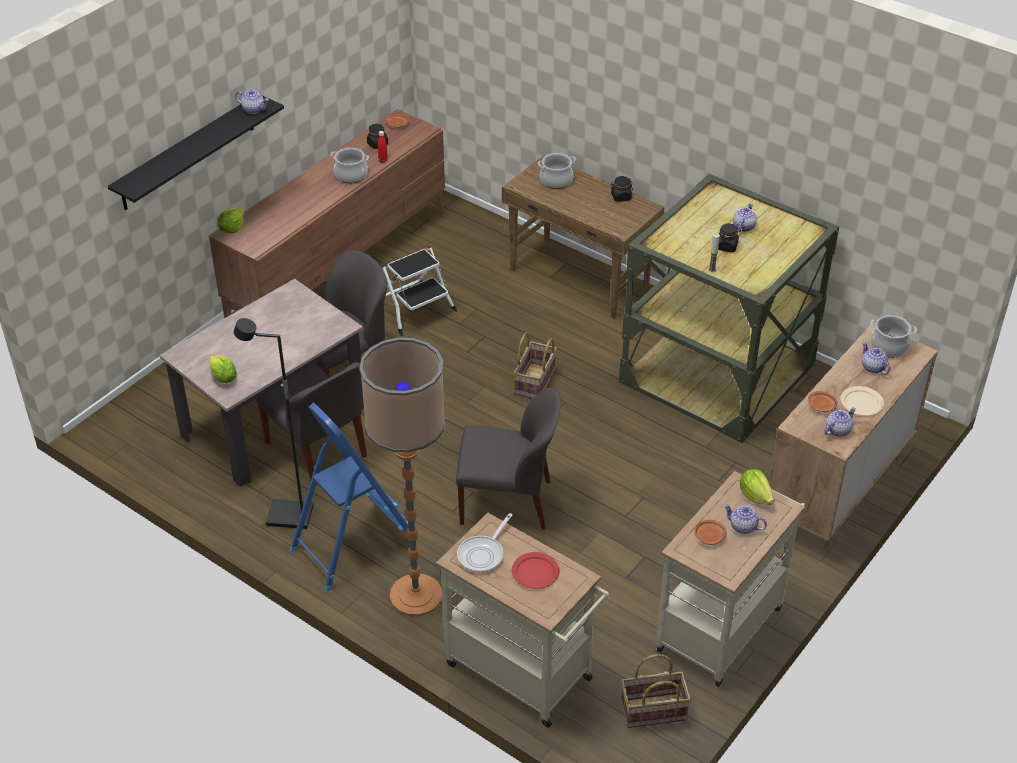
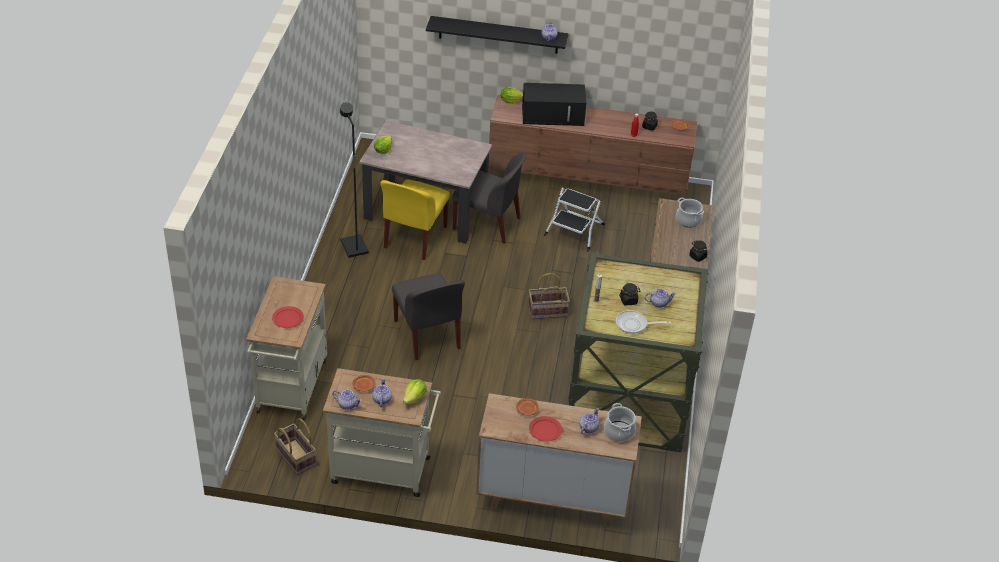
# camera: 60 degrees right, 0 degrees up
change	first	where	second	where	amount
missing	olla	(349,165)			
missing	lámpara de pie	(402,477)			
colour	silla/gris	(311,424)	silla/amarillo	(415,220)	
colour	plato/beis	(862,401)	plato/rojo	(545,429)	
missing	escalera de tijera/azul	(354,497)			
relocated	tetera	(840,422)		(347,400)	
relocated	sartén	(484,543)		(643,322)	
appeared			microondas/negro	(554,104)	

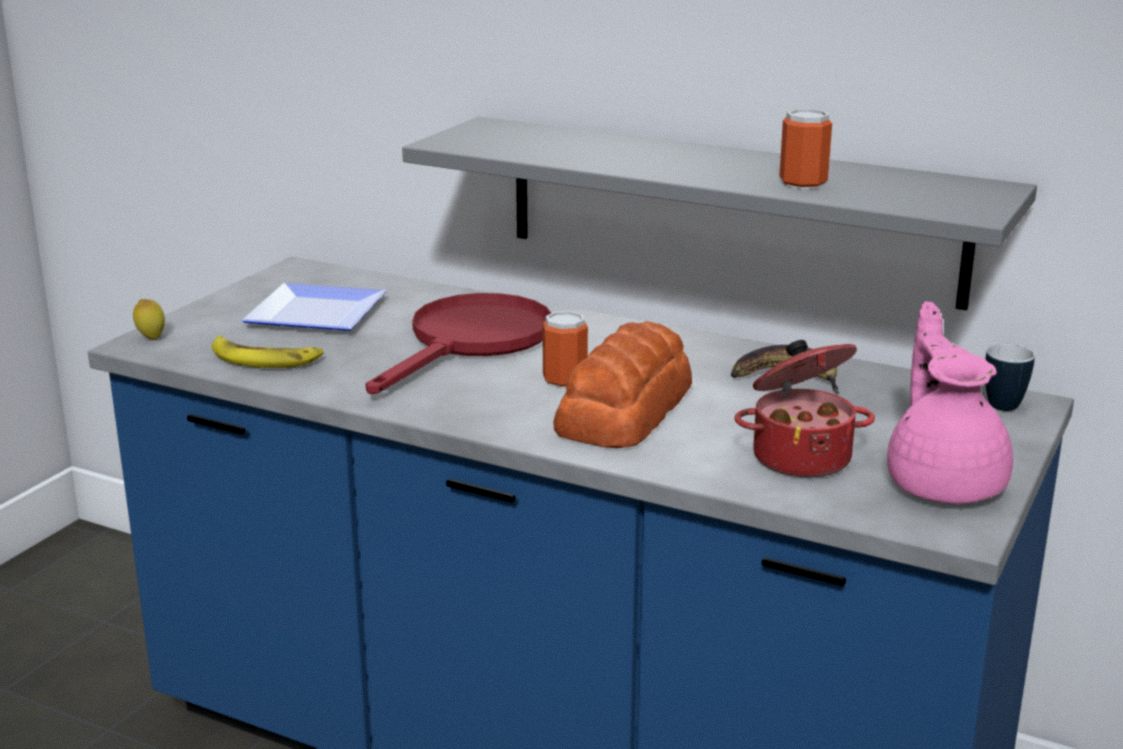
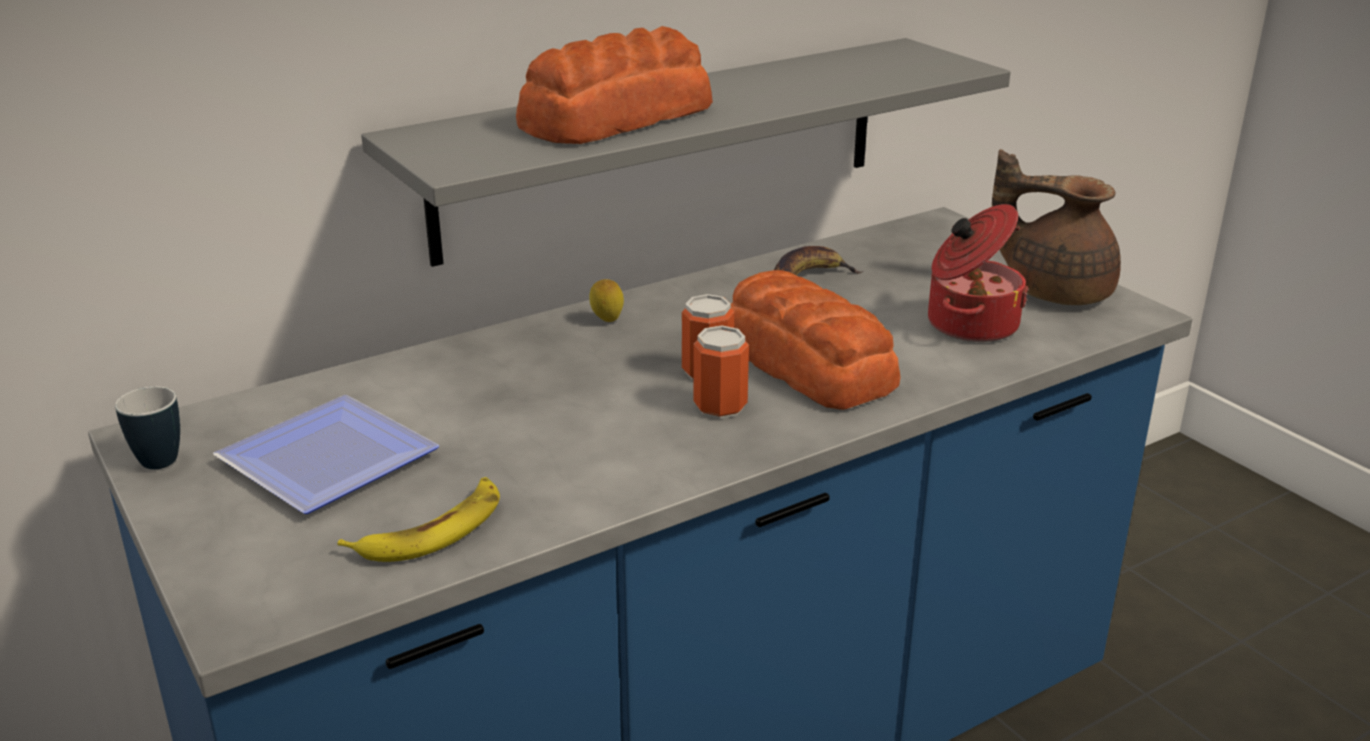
# camera: 60 degrees left, 5 degrees up
change	first	where	second	where	amount
relocated	lata	(805,149)		(721,372)	
missing	sartén/rojo	(458,343)			
relocated	limón	(149,319)		(606,300)	
colour	tetera/rosa	(950,402)	tetera/marrón	(1056,227)	
relocated	taza grande	(1010,377)		(147,427)	
appeared			pan	(614,85)	

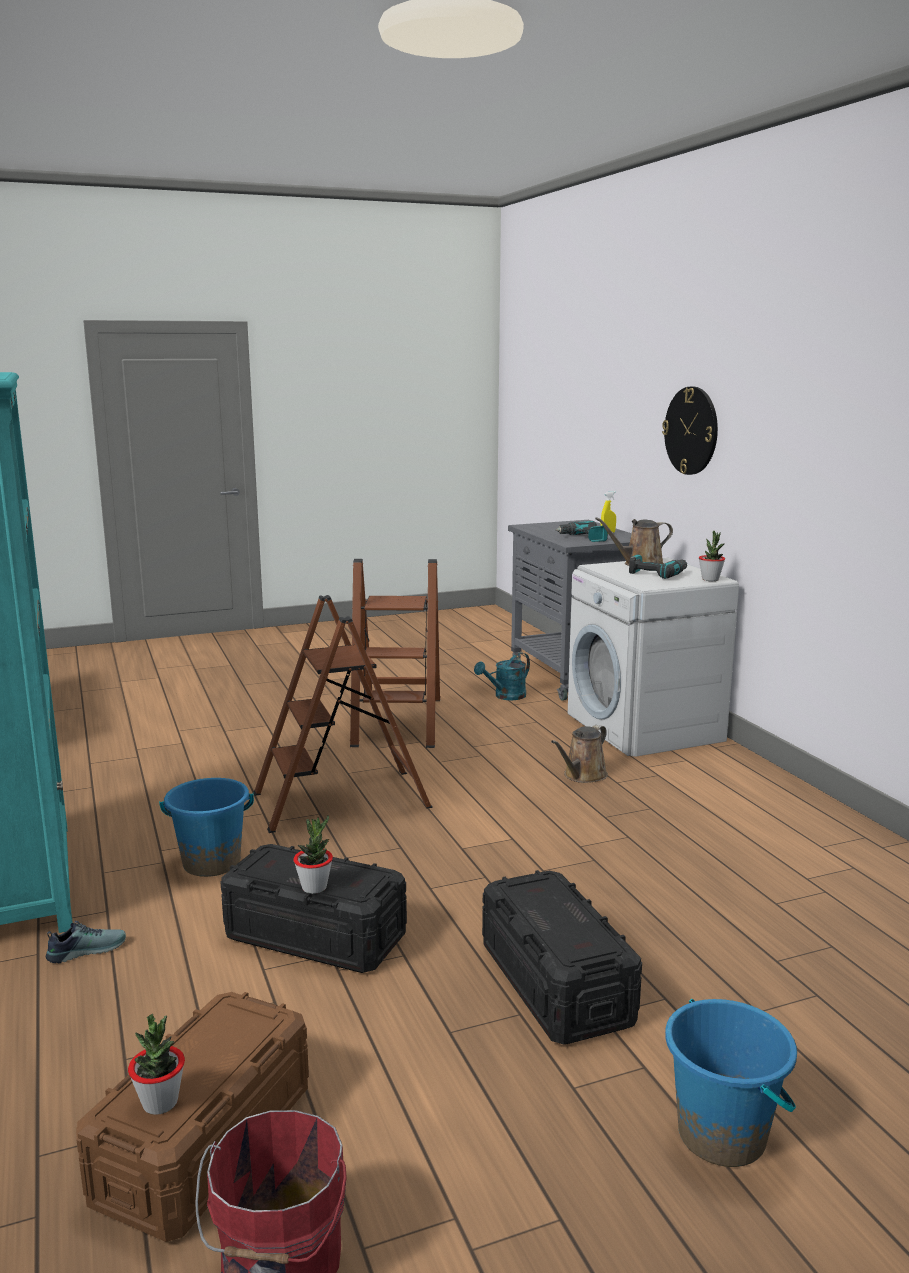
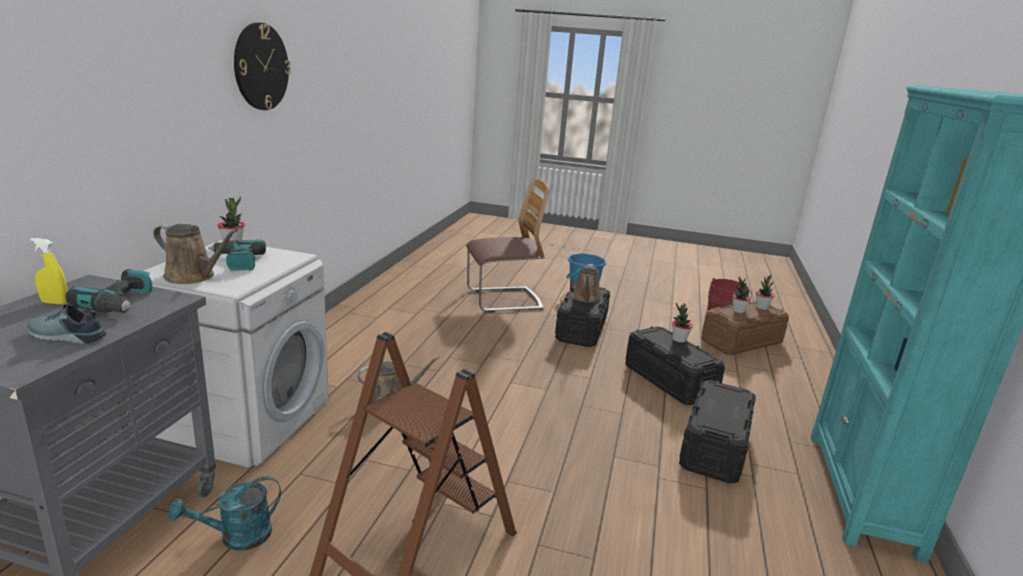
# camera: 145 degrees left, 5 degrees up
change	first	where	second	where	amount
relocated	reloj de pared	(690,431)		(262,66)	
missing	escalera de tijera/marrón	(343,714)			
spun	regadera/turquesa	(502,676)		(224,513)	150 degrees clockwise
exchanged	cubo/azul	(206,827)	caja de almacenaje/negro	(717,431)	
relocated	zapato	(86,942)		(67,323)	
appeared			silla	(508,245)	
appeared			regadera/marrón	(586,283)	
appeared			planta en maceta	(741,294)	

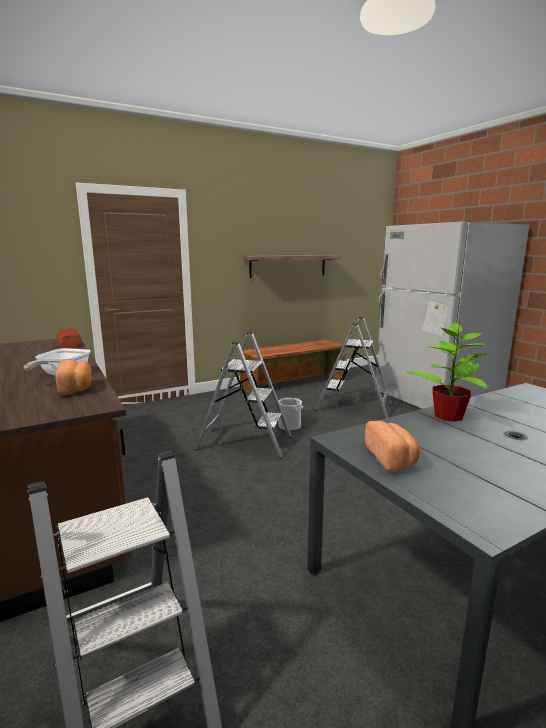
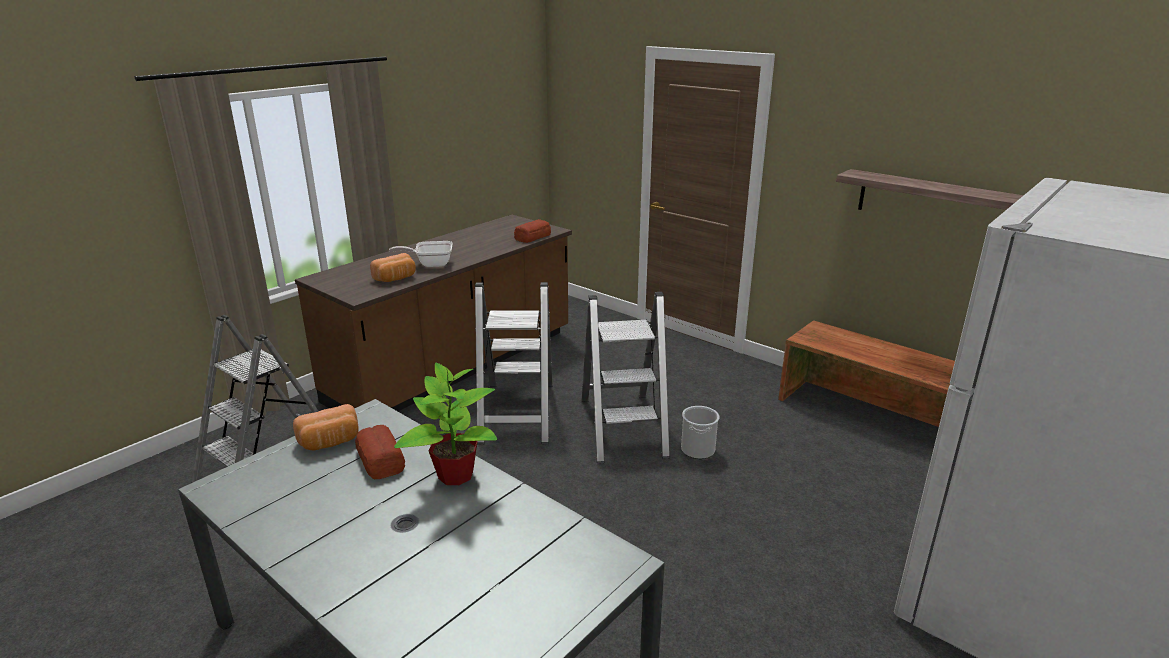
# camera: 70 degrees right, 10 degrees up
change	first	where	second	where	amount
relocated	escalera de tijera/gris	(353,367)		(514,363)	
appeared			pan	(380,452)	

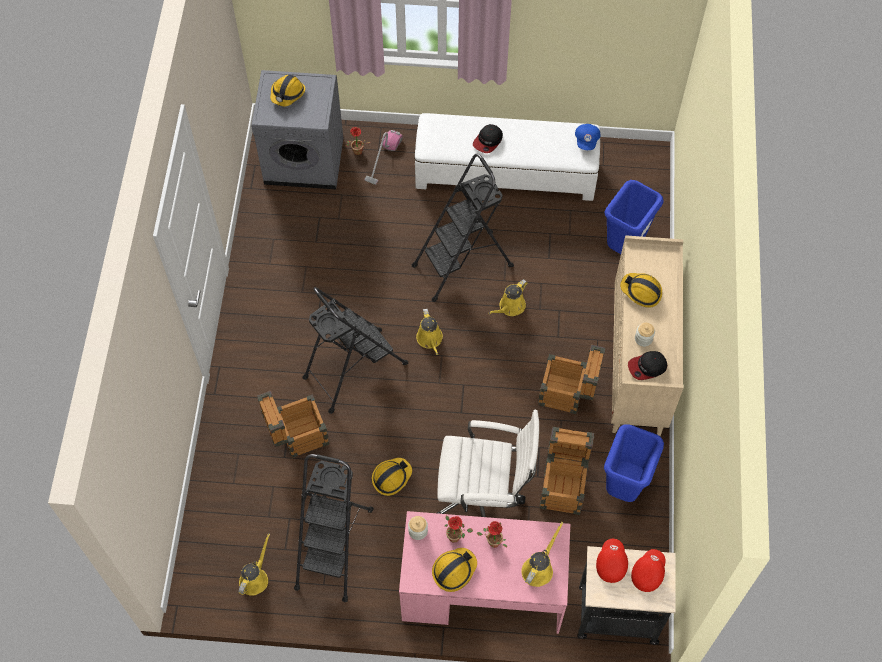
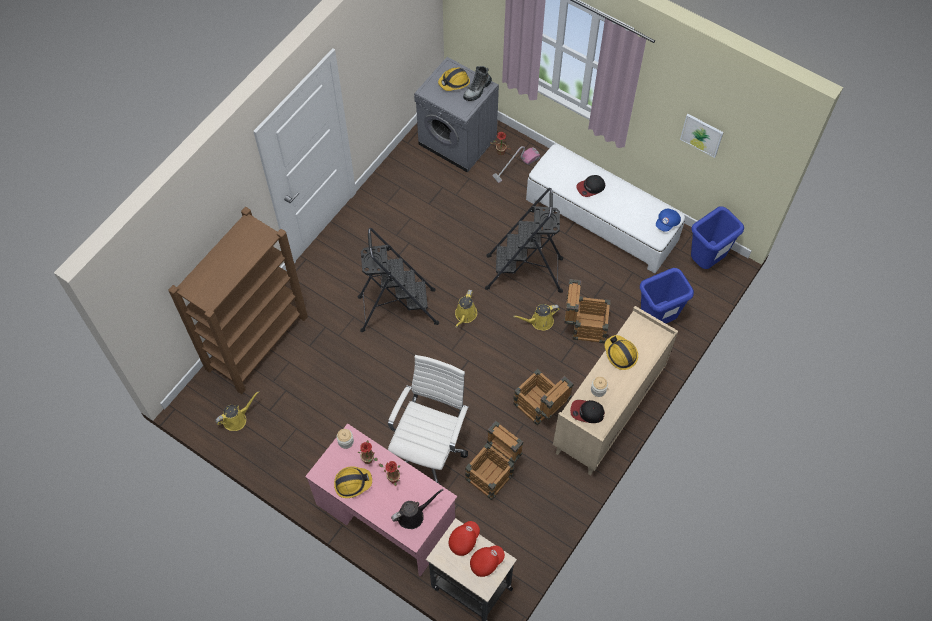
# camera: 30 degrees right, 0 degrees up
change	first	where	second	where	amount
relocated	caja de embalaje	(293,424)		(587,311)	
spun	silla de oficina/blanco	(488,463)		(428,420)	105 degrees counterclockwise
relocated	papelera/azul	(634,463)		(717,237)	
missing	escalera de tijera	(334,528)			
missing	casco	(392,477)			
colour	regadera/amarillo	(542,554)	regadera/negro	(417,509)	
appeared			bota	(477,83)	
appeared			cuadro	(702,136)	
appeared			estantería/marrón	(238,300)	

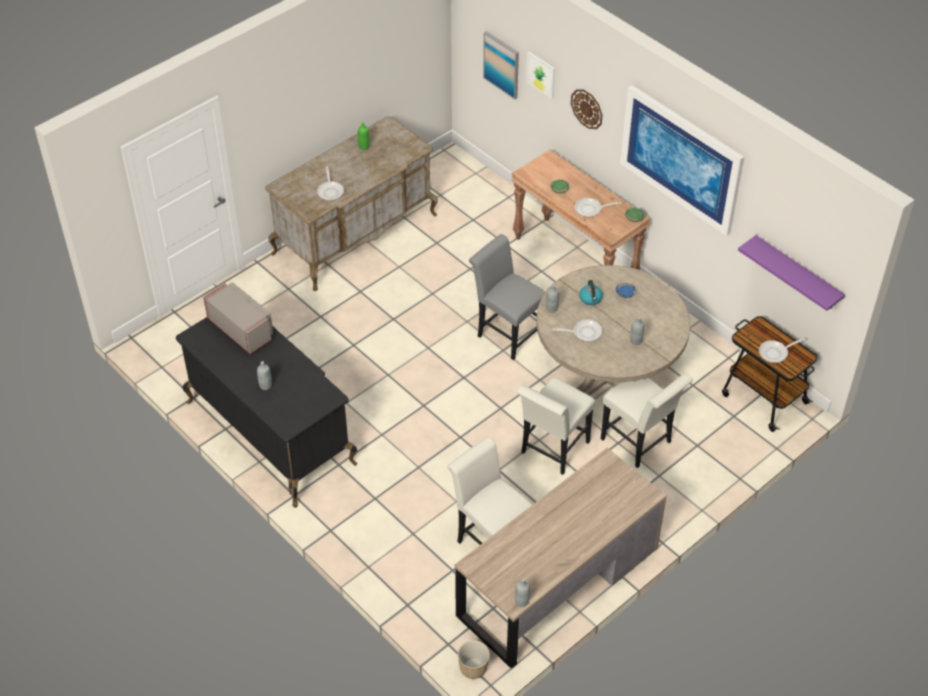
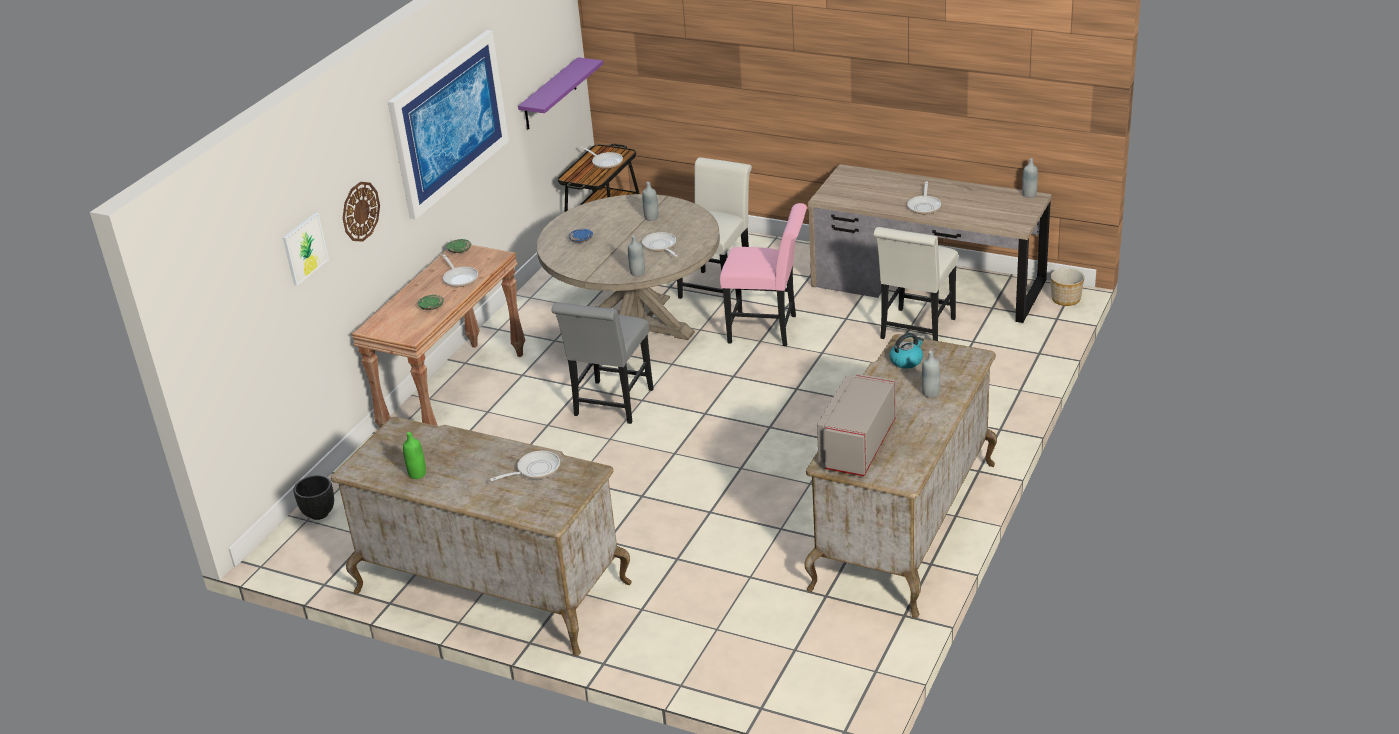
# camera: 110 degrees left, 15 degrees down
change	first	where	second	where	amount
missing	cuadro	(501,65)			
relocated	hervidor	(591,292)		(906,351)	
colour	cómoda/negro	(266,412)	cómoda/beis	(900,476)	
colour	silla/blanco	(556,426)	silla/rosa	(763,274)	
appeared			sartén	(924,197)	
appeared			maceta/negro	(313,497)	

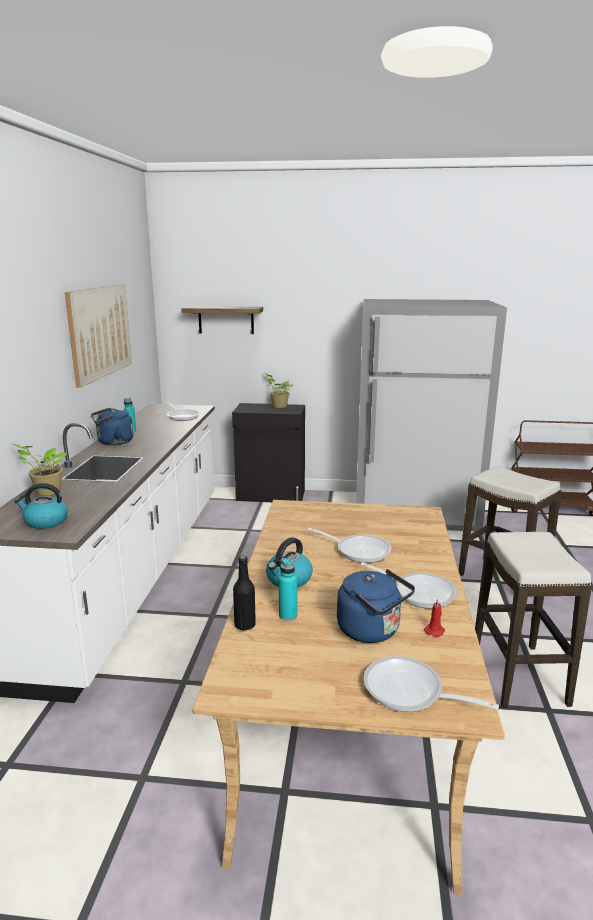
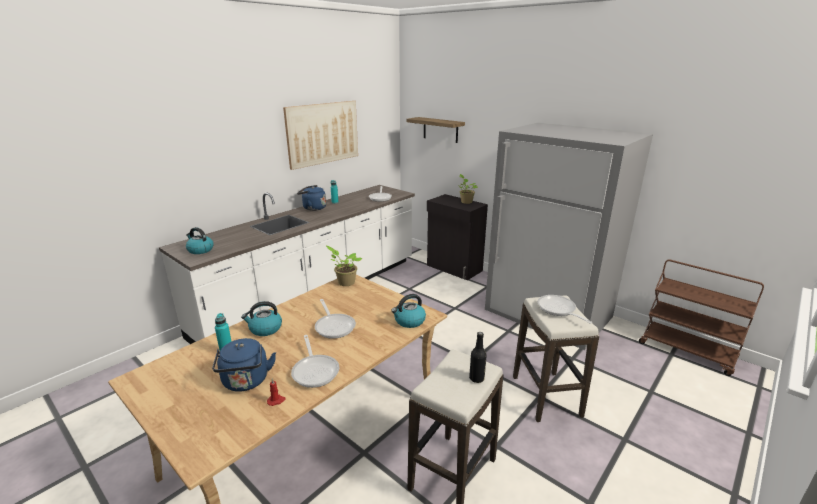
# camera: 35 degrees right, 5 degrees up
change	first	where	second	where	amount
relocated	planta en maceta	(39,470)		(344,266)	
relocated	botella/negro	(244,593)		(478,357)	
relocated	sartén	(431,684)		(564,309)	
appeared			hervidor	(408,311)	

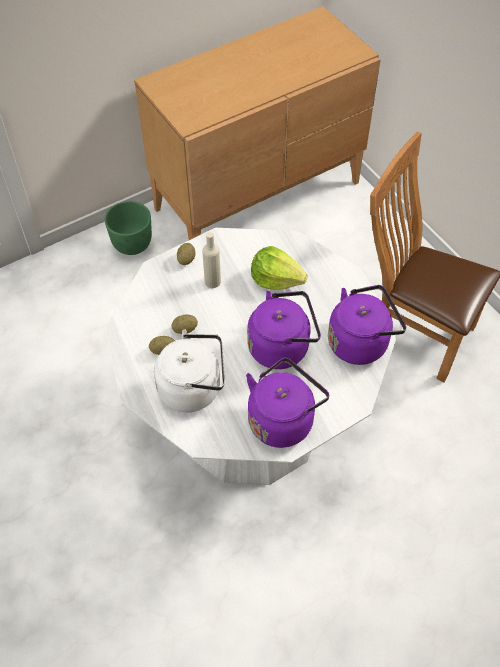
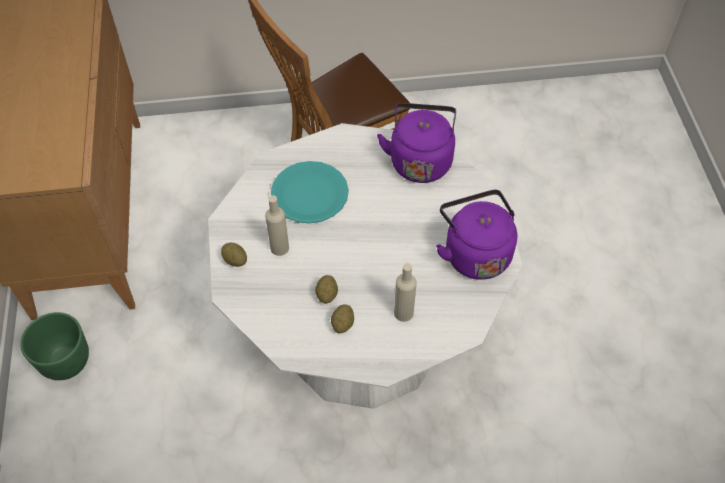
# camera: 65 degrees left, 0 degrees up
change	first	where	second	where	amount
exchanged	lechuga	(279,268)	plato/turquesa	(310,192)	
missing	hervidor/morado	(284,330)			
exchanged	hervidor/blanco	(189,371)	botella/beis	(405,292)	

